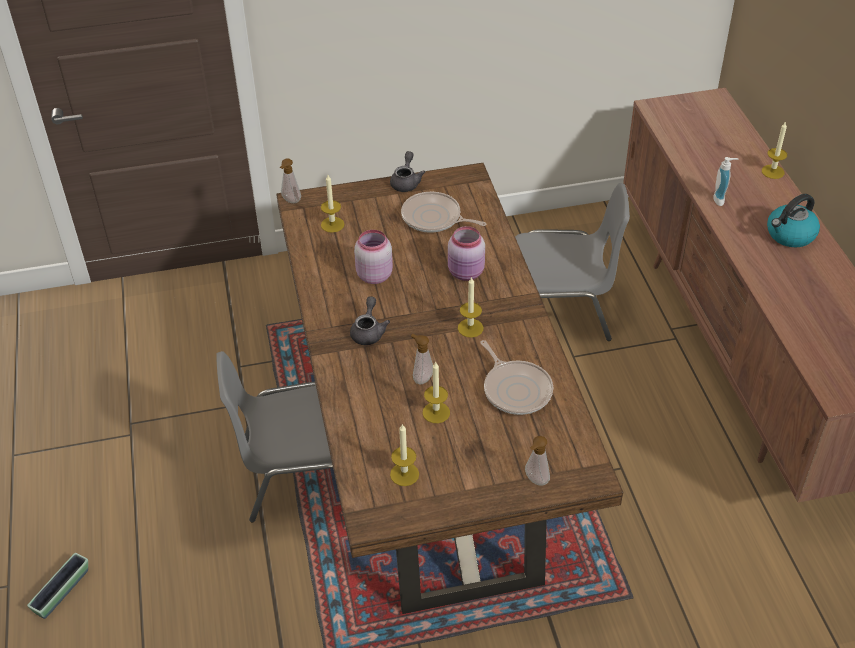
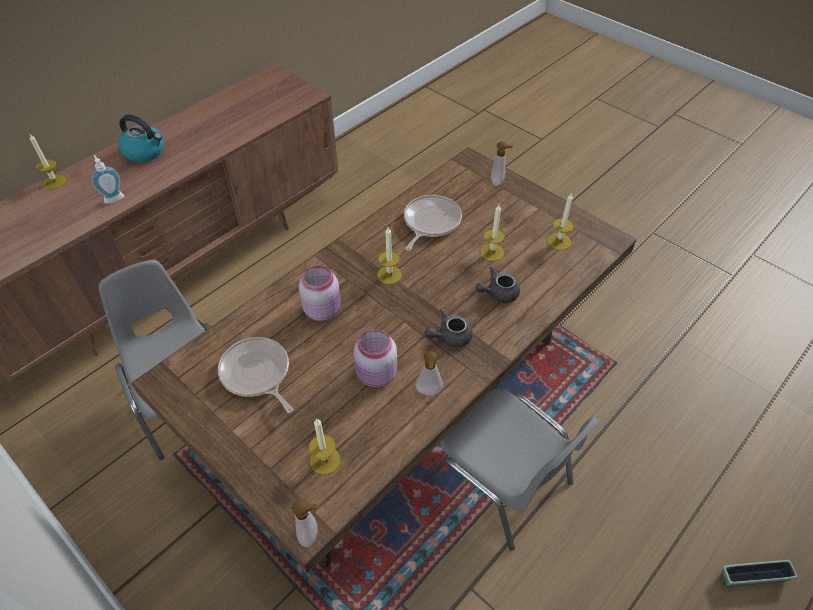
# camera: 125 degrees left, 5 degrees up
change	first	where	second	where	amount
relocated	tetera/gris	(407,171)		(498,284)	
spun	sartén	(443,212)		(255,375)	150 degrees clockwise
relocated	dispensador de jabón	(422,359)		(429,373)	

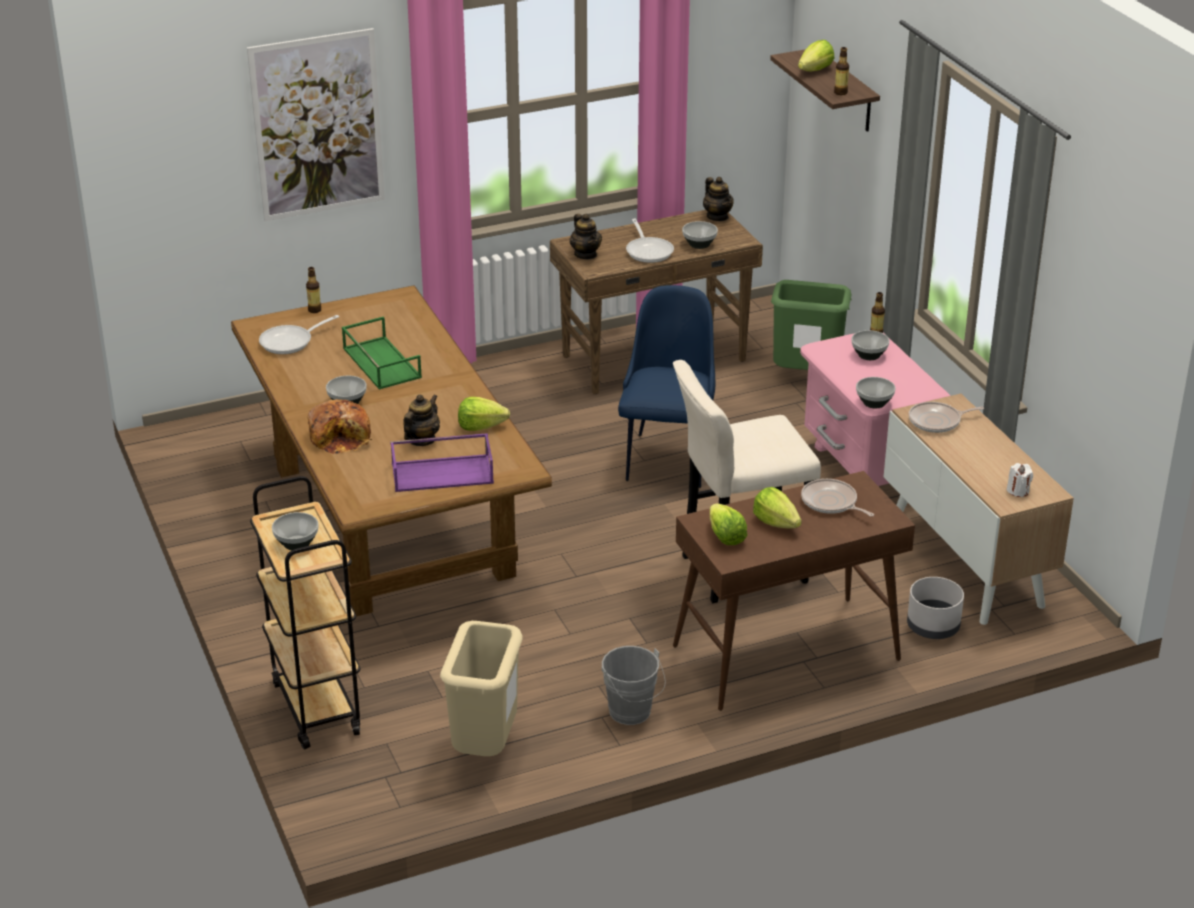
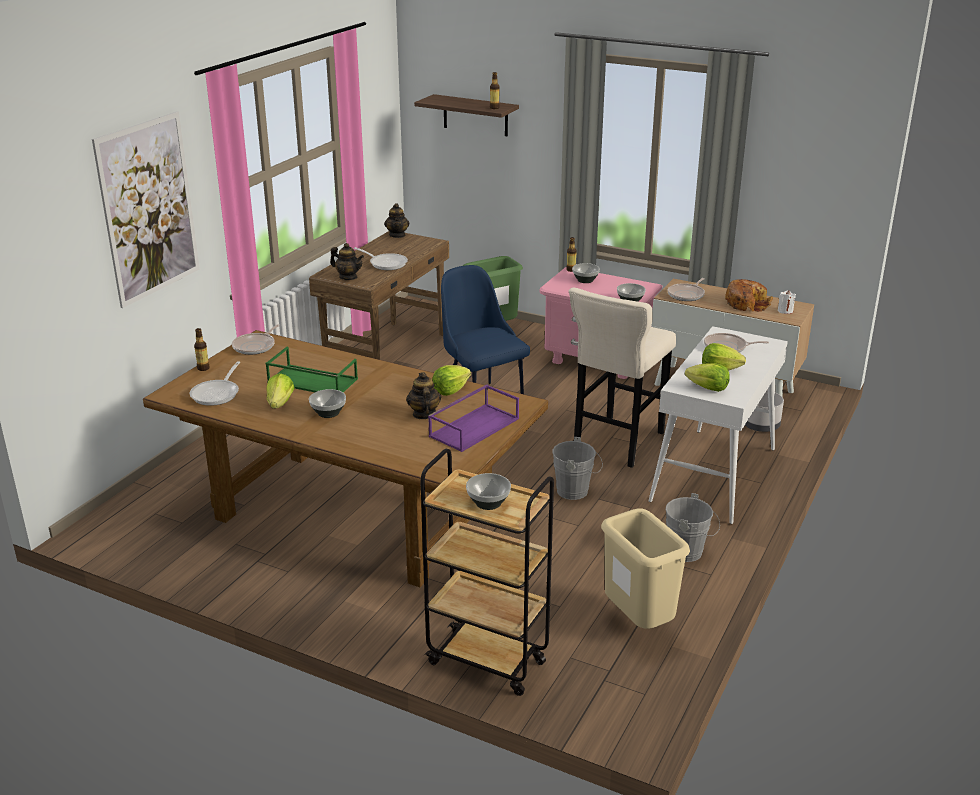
# camera: 40 degrees left, 5 degrees down
change	first	where	second	where	amount
relocated	lechuga	(816,55)		(281,390)	
spun	tetera	(718,199)		(396,220)	60 degrees clockwise
missing	cuenco	(700,235)			
relocated	pan	(340,426)		(749,295)	
colour	mesa consola/marrón	(794,591)	mesa consola/blanco	(718,425)	
appeared			sartén	(256,339)	
appeared			cubo/gris	(577,468)	

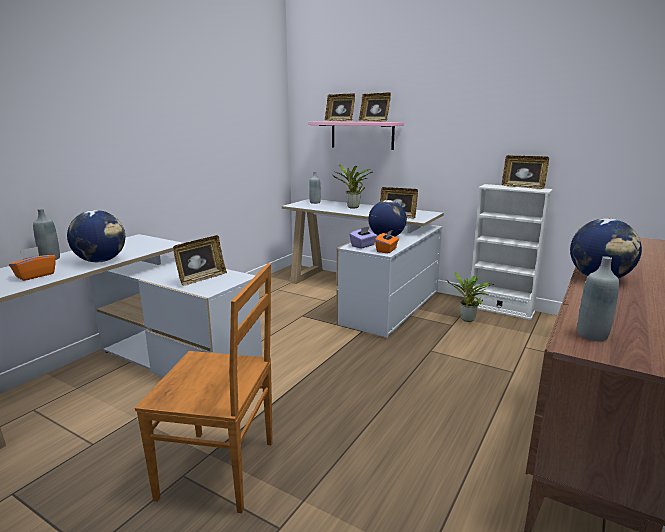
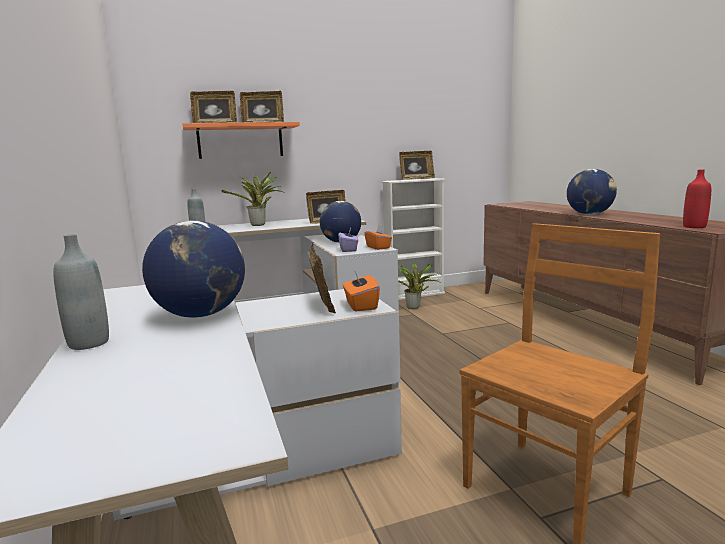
# camera: 50 degrees left, 5 degrees down
change	first	where	second	where	amount
colour	estante/rosa	(356,135)	estante/naranja	(241,140)	
relocated	caja de pañuelos/naranja	(32,264)		(361,291)	
colour	botella/gris	(598,298)	botella/rojo	(697,199)	

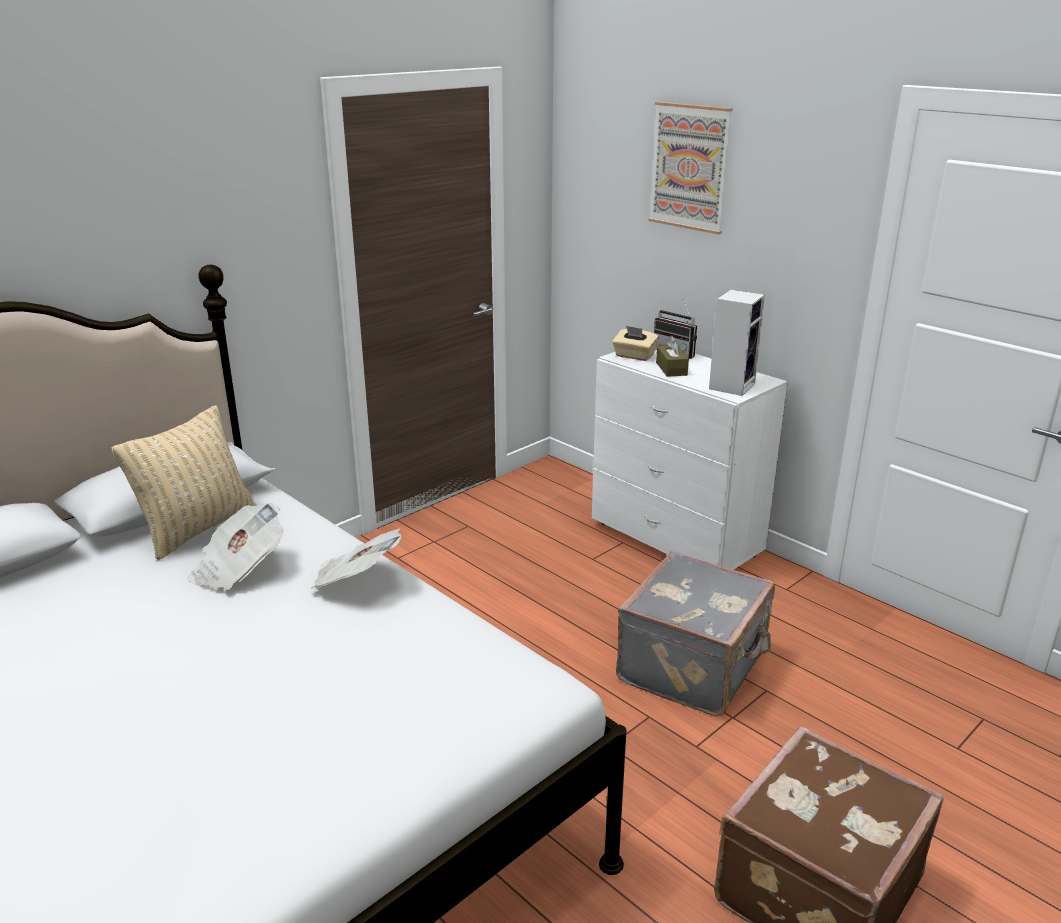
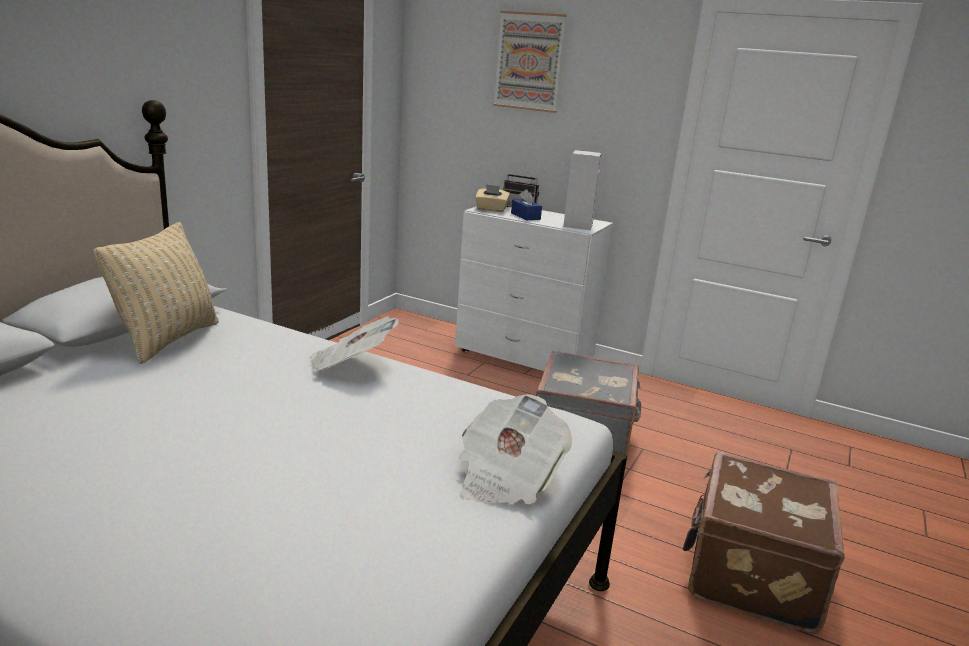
# camera: 20 degrees left, 5 degrees down
change	first	where	second	where	amount
colour	caja de pañuelos/marrón	(672,356)	caja de pañuelos/azul	(526,204)	
relocated	periódico	(235,547)		(515,449)	

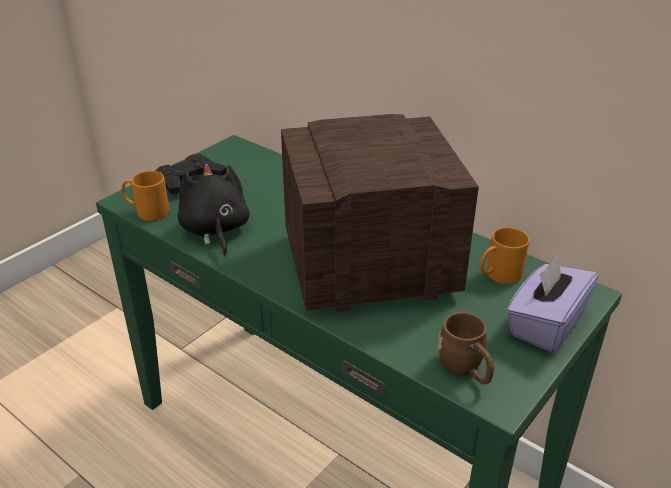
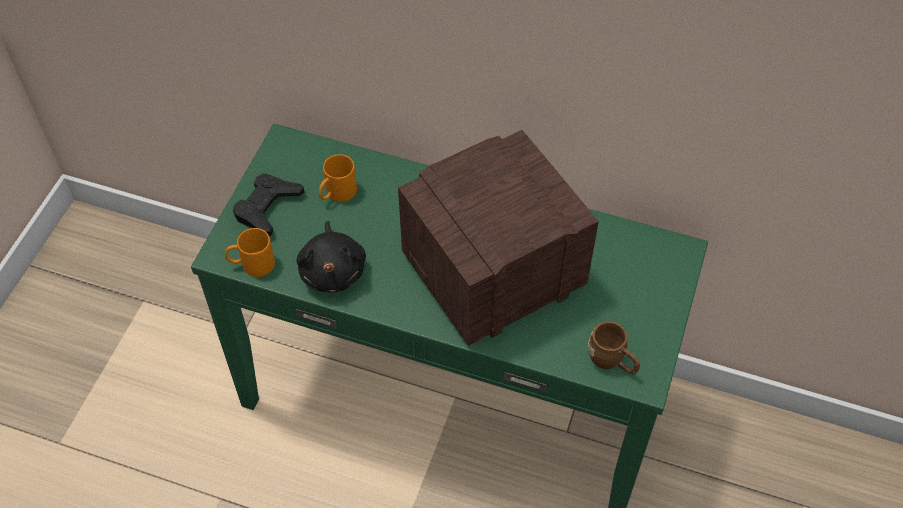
# camera: 20 degrees left, 20 degrees up
change	first	where	second	where	amount
spun	peluche/negro	(214,210)		(331,257)	150 degrees counterclockwise
relocated	taza grande/naranja	(504,255)		(338,178)	
missing	caja de pañuelos/morado	(552,303)			

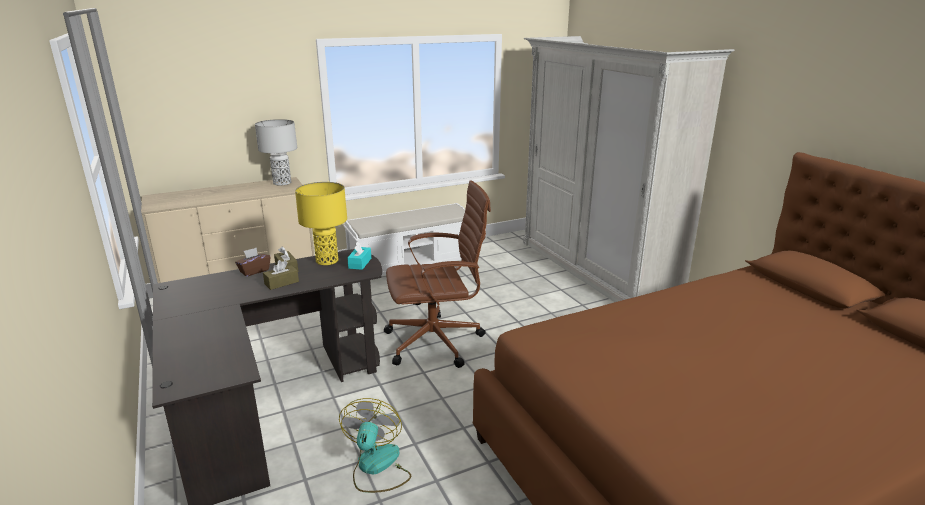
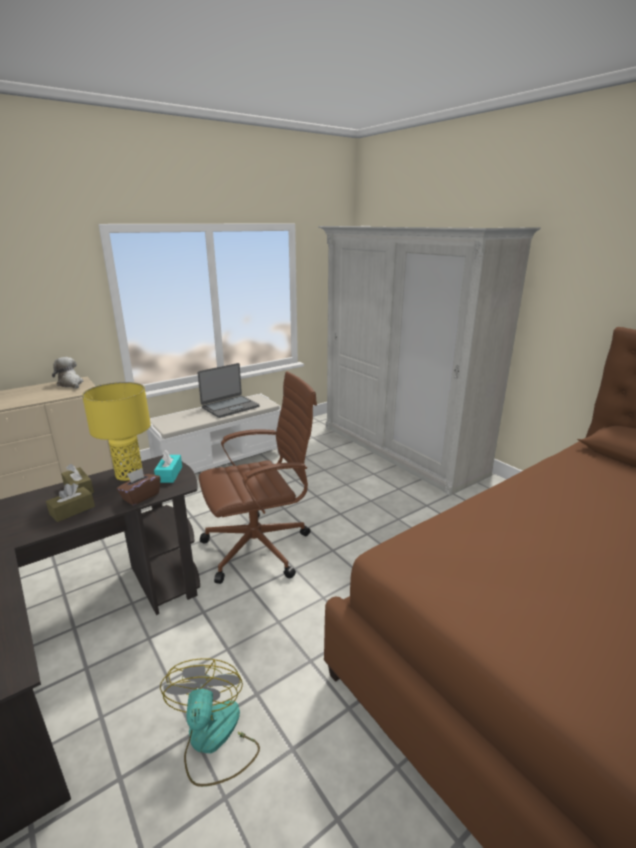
# camera: 10 degrees left, 0 degrees up
change	first	where	second	where	amount
exchanged	lámpara de mesa/blanco	(276,152)	peluche	(67,373)	
relocated	caja de pañuelos/marrón	(252,262)		(139,486)	
appeared			portátil	(229,390)	

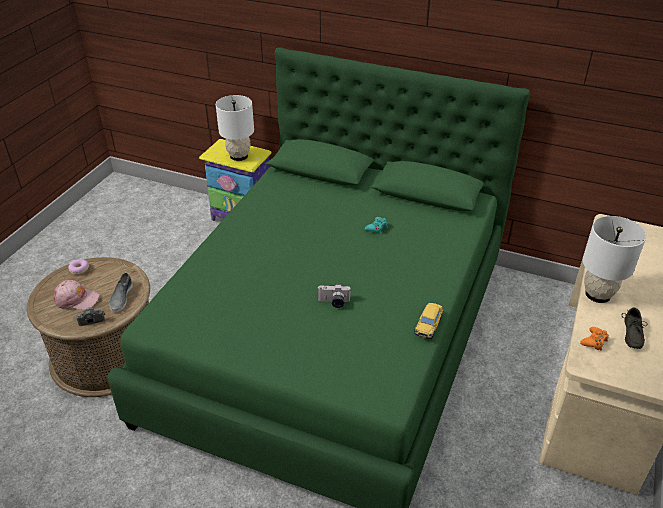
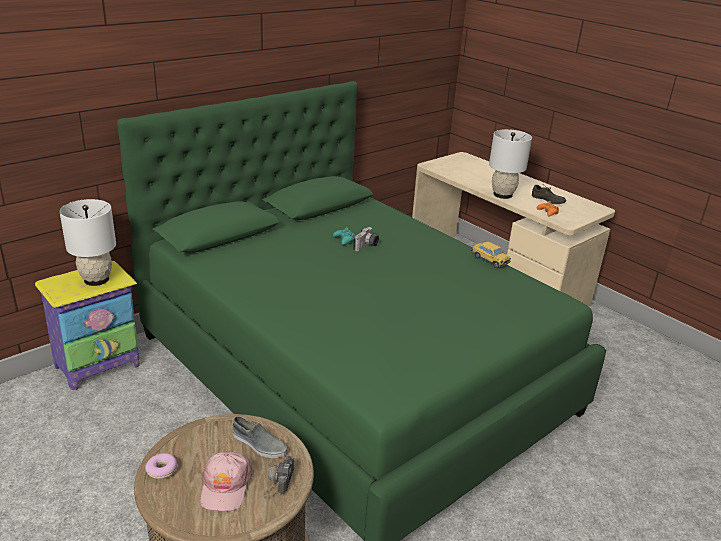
# camera: 65 degrees left, 10 degrees down
change	first	where	second	where	amount
spun	gorra/rosa	(76,295)		(226,481)	150 degrees clockwise
relocated	cámara	(334,296)		(366,239)	

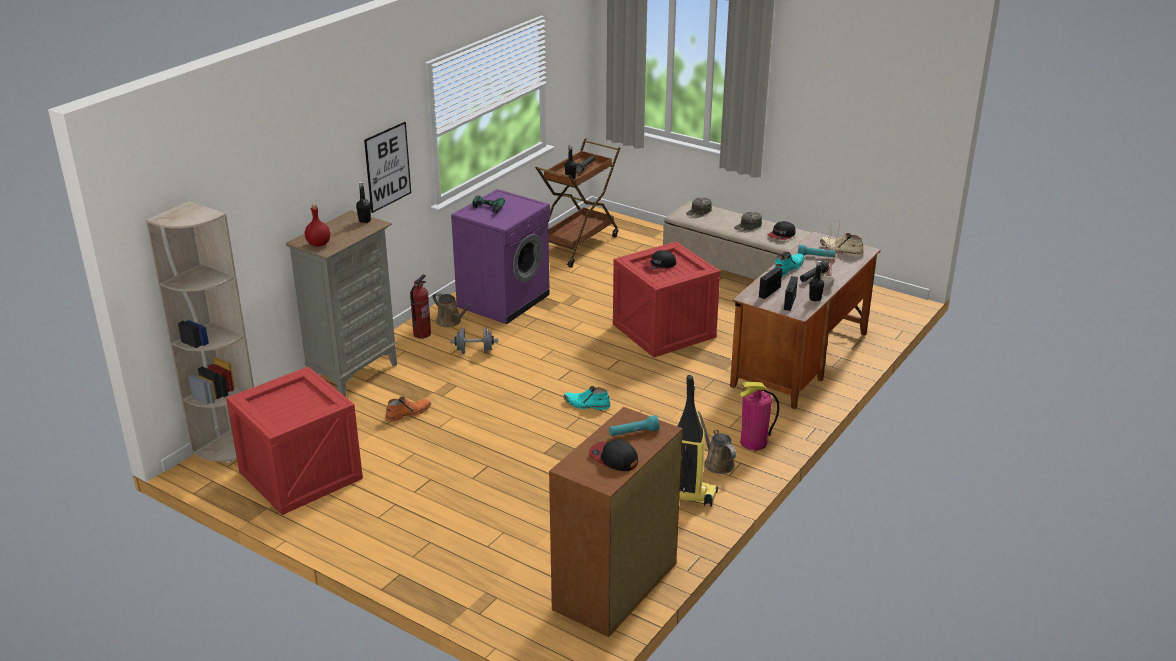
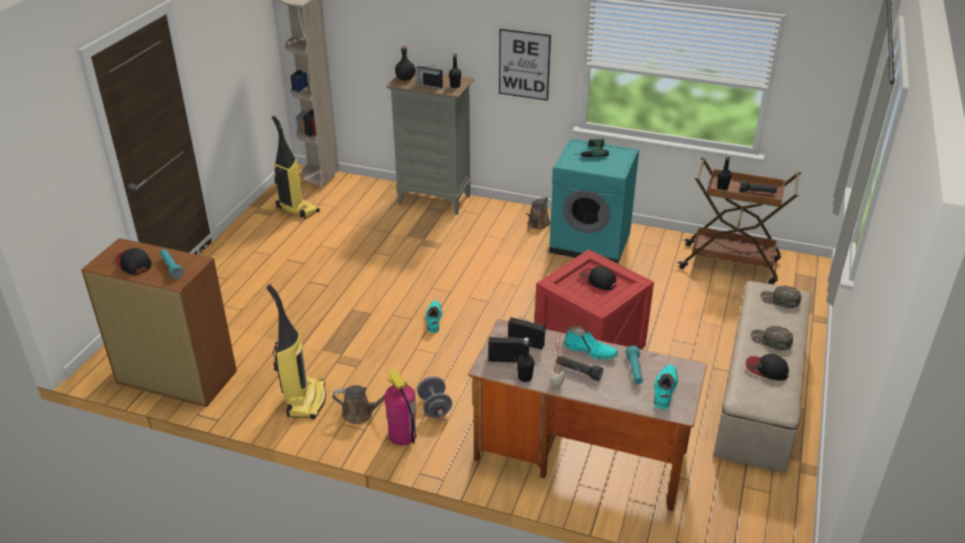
# camera: 75 degrees right, 5 degrees up
change	first	where	second	where	amount
colour	lavadora/morado	(500,256)	lavadora/turquesa	(594,201)	
colour	botella/rojo	(317,225)	botella/negro	(405,63)	
colour	bota/beis	(842,245)	bota/turquesa	(666,387)	
missing	extintor	(420,307)			
relocated	mancuerna/gris	(474,341)		(434,397)	
exchanged	caja de embalaje	(294,441)	aspiradora	(296,167)	
missing	bota/naranja	(408,409)			
spun	regadera/marrón	(717,442)		(358,404)	45 degrees clockwise
spun	gorra	(613,455)		(133,261)	60 degrees counterclockwise
appeared			radio	(429,77)	

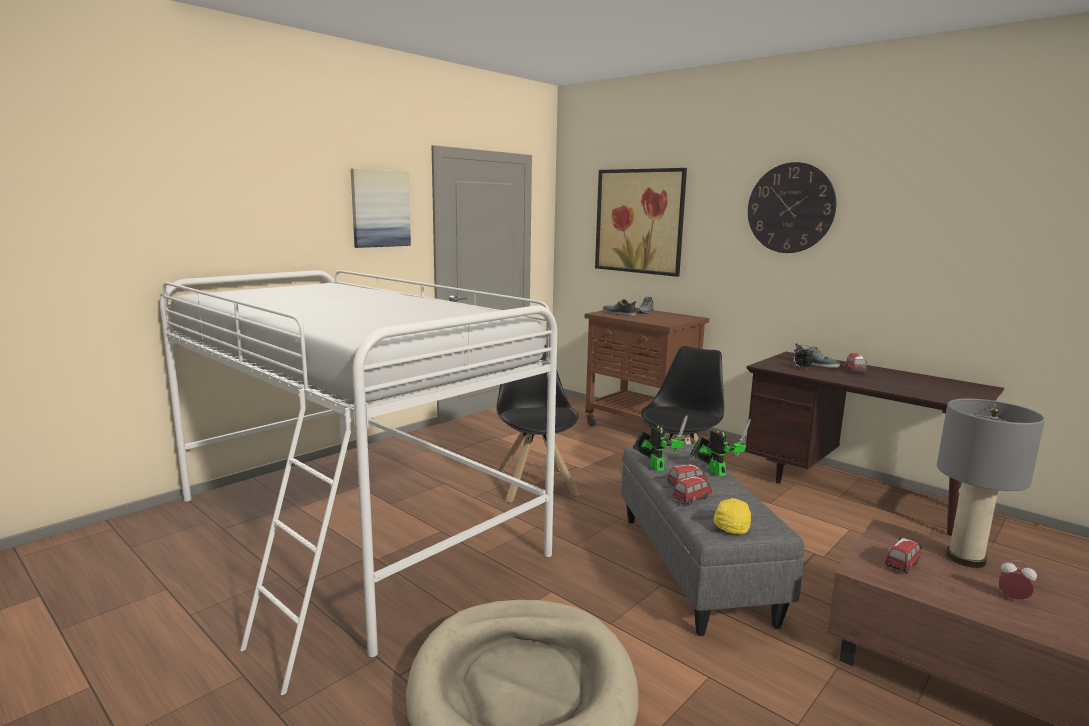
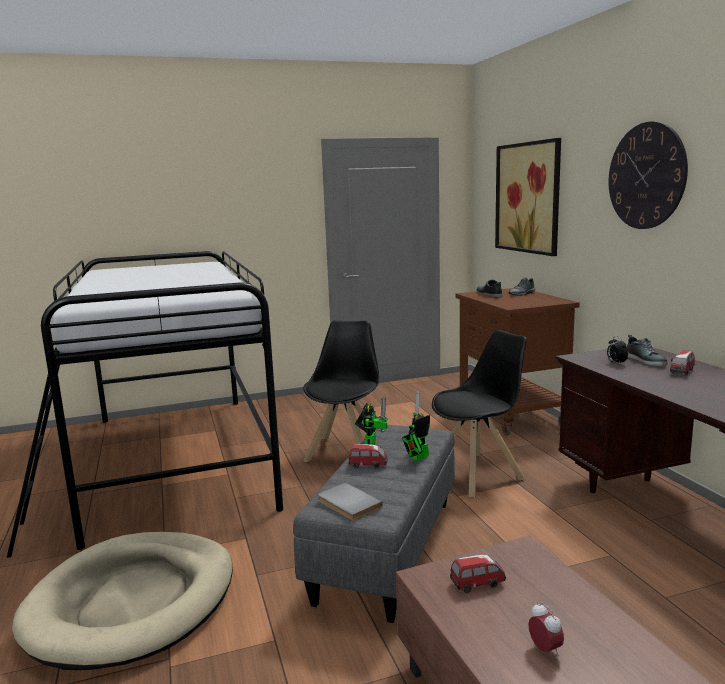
# camera: 30 degrees right, 0 degrees up
change	first	where	second	where	amount
missing	cuadro	(381,208)			
colour	cama/blanco	(358,482)	cama/negro	(145,404)	
missing	lámpara de mesa/gris	(991,483)			
spun	robot de juguete	(721,448)		(416,425)	135 degrees counterclockwise
missing	coche de juguete	(692,491)			
exchanged	gorra/amarillo	(732,515)	libro/gris	(350,501)	

